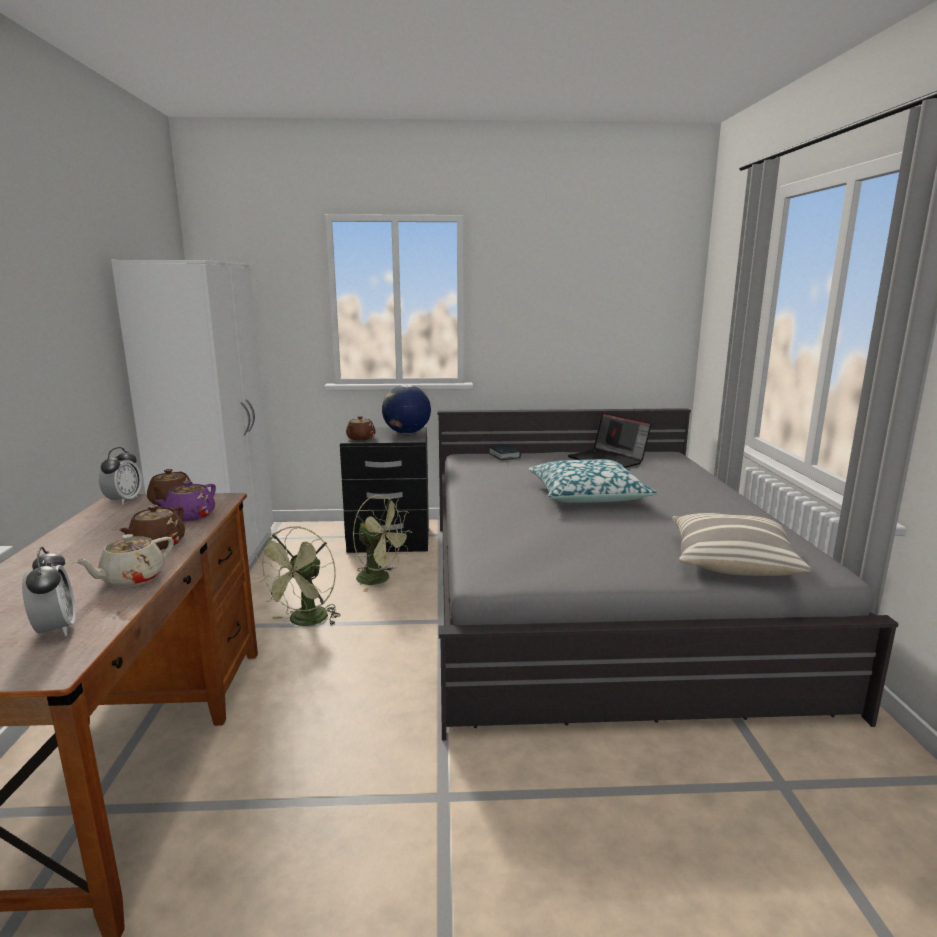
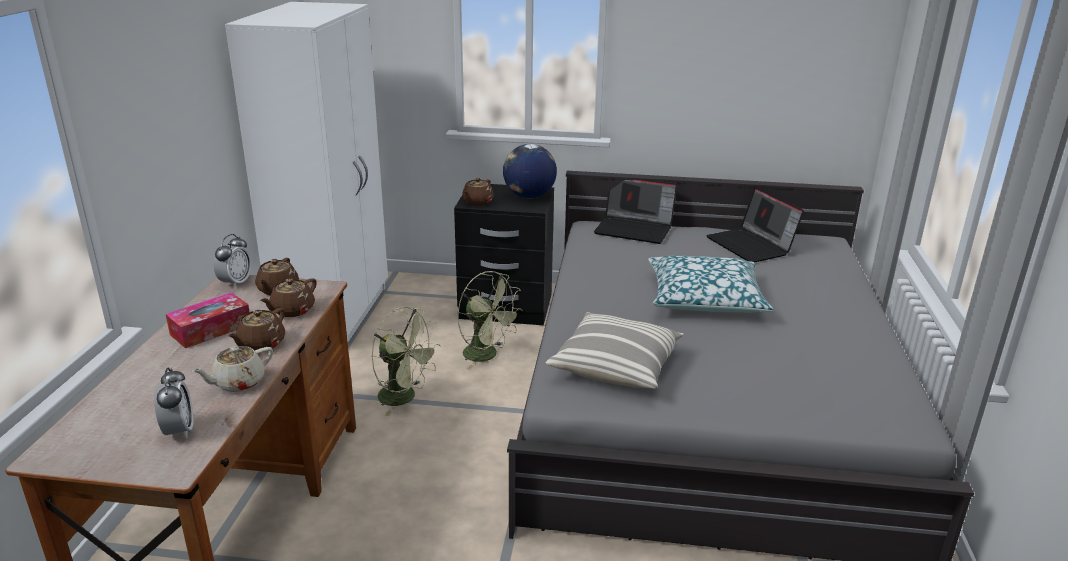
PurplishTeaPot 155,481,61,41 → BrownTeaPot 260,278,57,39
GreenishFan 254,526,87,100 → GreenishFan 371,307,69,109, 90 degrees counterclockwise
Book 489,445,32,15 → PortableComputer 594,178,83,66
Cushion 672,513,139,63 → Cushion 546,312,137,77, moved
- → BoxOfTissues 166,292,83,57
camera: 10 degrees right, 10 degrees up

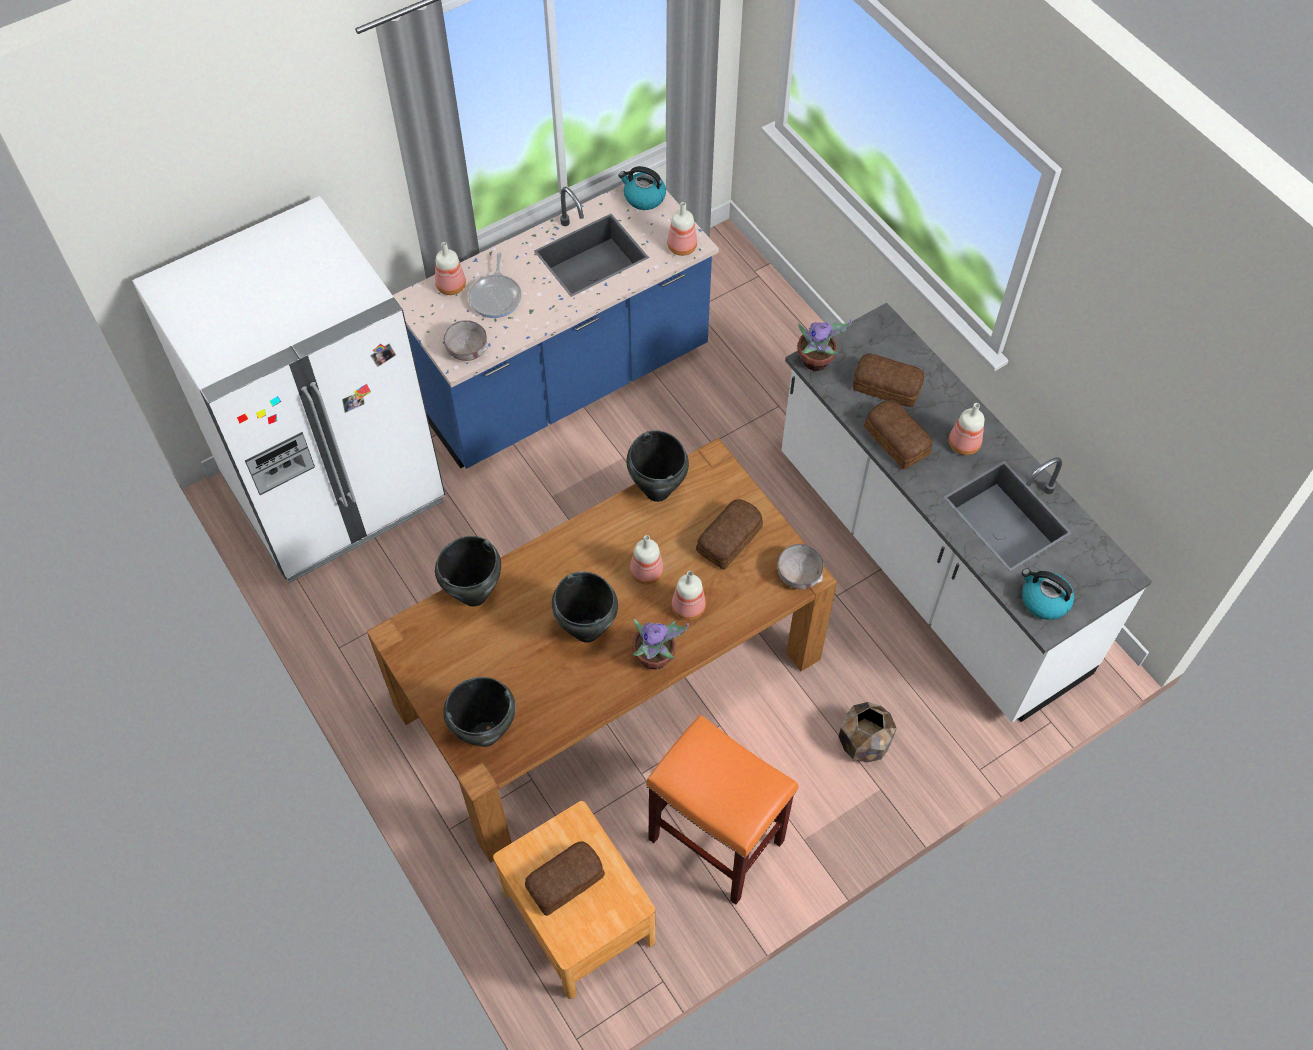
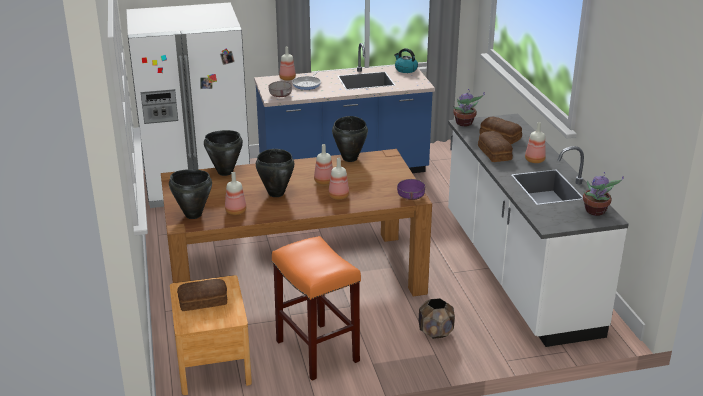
PlantInAPot 632,619,57,50 → PlantInAPot 583,172,41,44, moved
DrinkBottle 667,202,30,54 → DrinkBottle 225,172,21,43, moved
BakedBread 696,499,67,71 → -
GreyServingBowl 777,544,47,46 → PurplishServingBowl 397,179,29,21
WaterKettle 1022,568,52,52 → -
camera: 20 degrees right, 30 degrees down

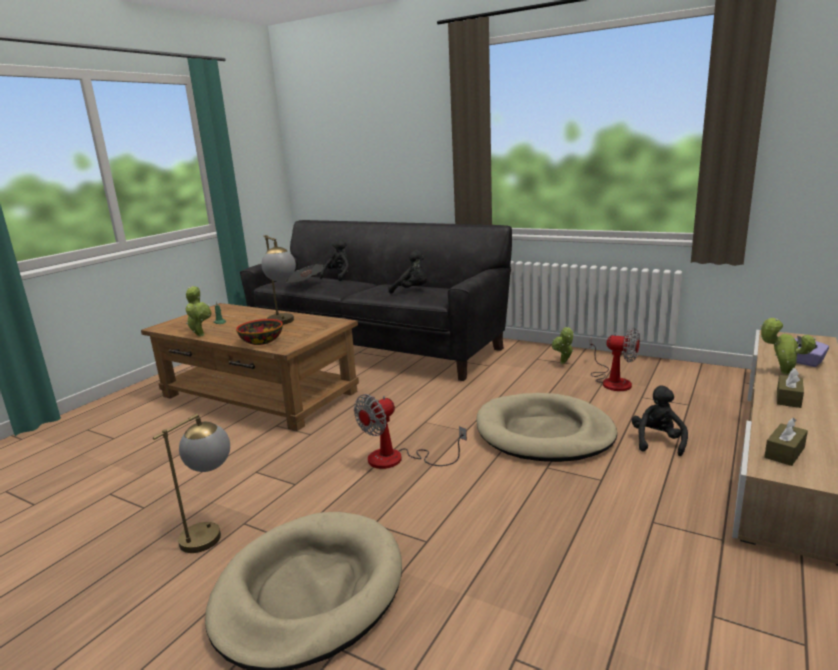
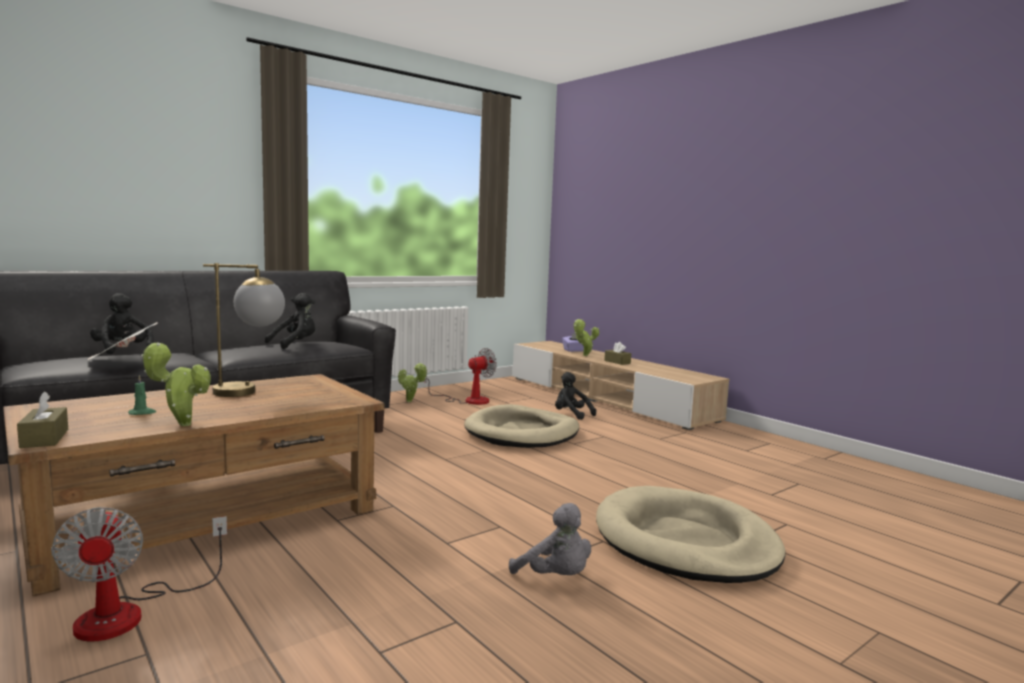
TabletopLamp 153,414,77,139 → GreyPlushToy 509,503,82,72
ServingBowl 236,319,47,26 → -
Fan 354,394,113,75 → Fan 51,507,176,135, moved
BrownBoxOfTissues 764,418,44,48 → BrownBoxOfTissues 17,392,51,56, moved
camera: 70 degrees left, 10 degrees down

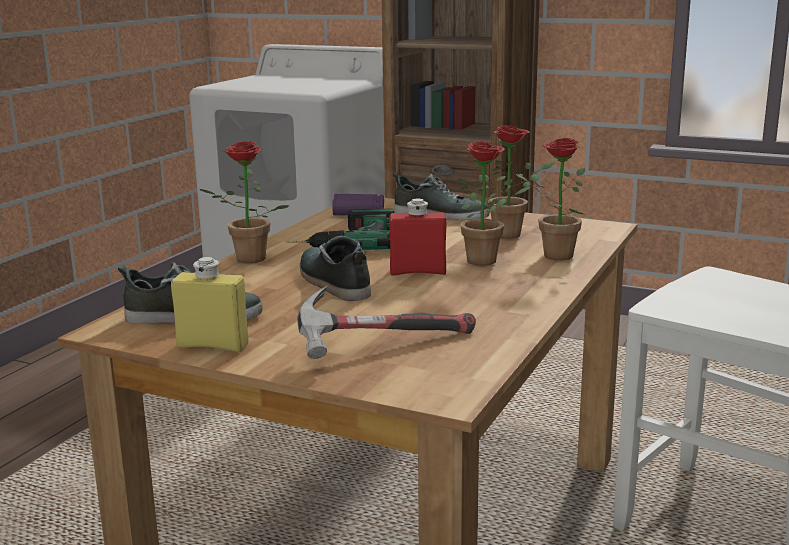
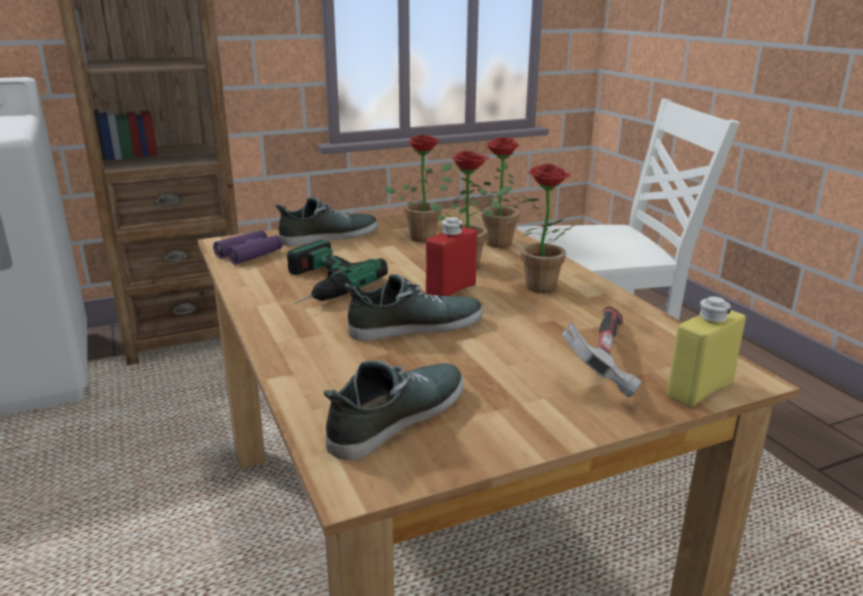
YellowColouredDrinkBottle 171,257,78,95 → YellowColouredDrinkBottle 667,297,79,110, moved
PlantInAPot 200,141,89,122 → PlantInAPot 521,164,59,129, moved
Shoe 300,236,71,65 → Shoe 345,274,138,67, 150 degrees clockwise
camera: 50 degrees left, 5 degrees up

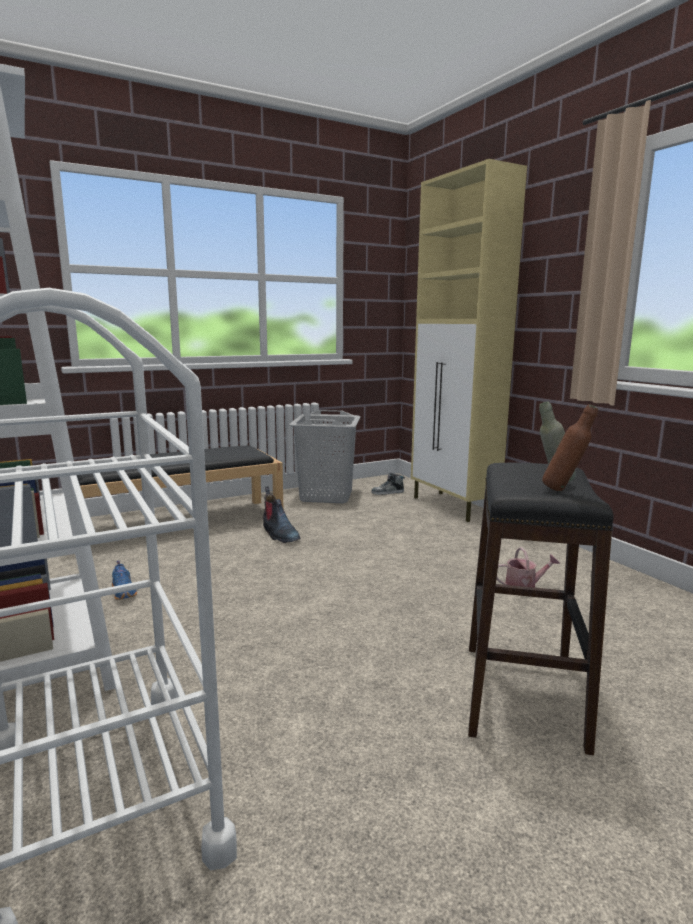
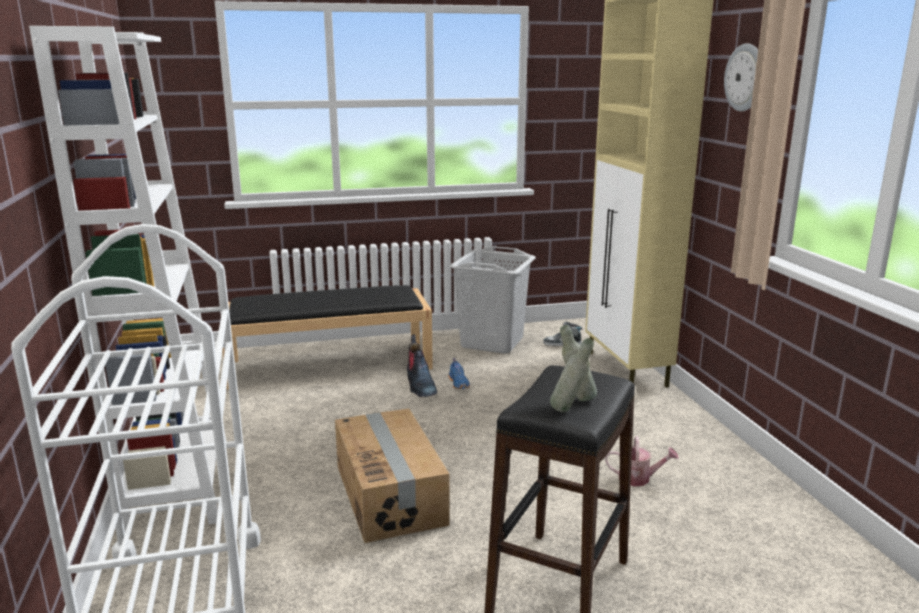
BluishShoe 112,560,25,40 → BluishShoe 448,358,22,31, moved
BrownDrinkBottle 542,404,56,87 → GreyDrinkBottle 550,338,44,74
- → CardboardBox 335,409,115,134
- → ClockOnTheWall 724,43,34,69
camera: 15 degrees right, 5 degrees up

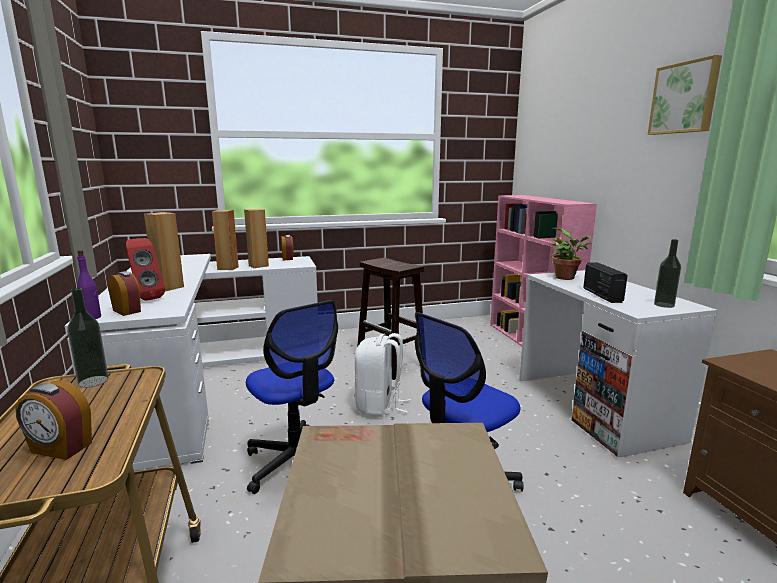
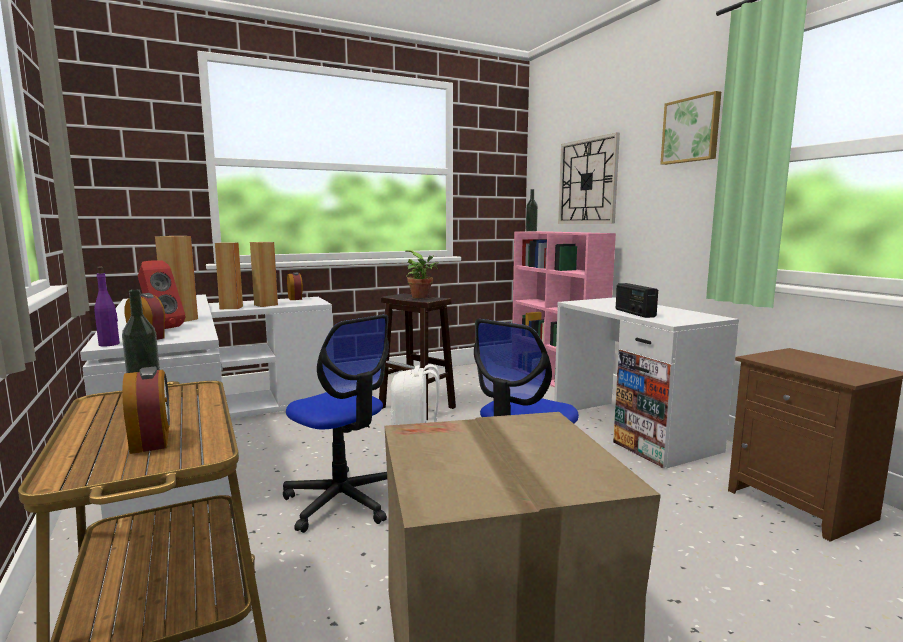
TableClock 16,380,76,80 → TableClock 122,367,48,87, 120 degrees counterclockwise
PlantInAPot 551,228,41,52 → PlantInAPot 405,250,34,48, moved
DrinkBottle 654,239,27,69 → DrinkBottle 526,189,12,42, moved
- → ClockOnTheWall 558,133,62,91
camera: 10 degrees left, 5 degrees down

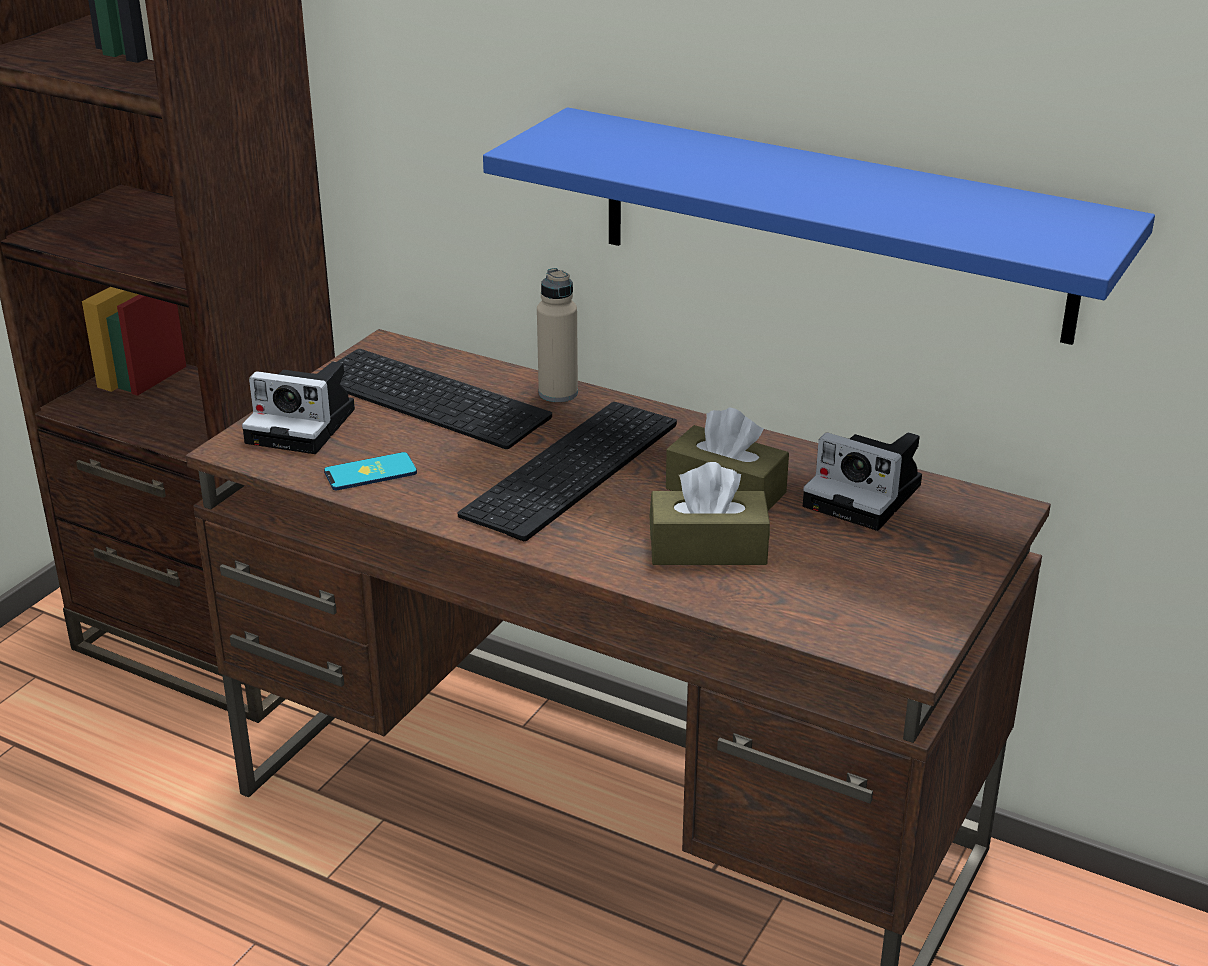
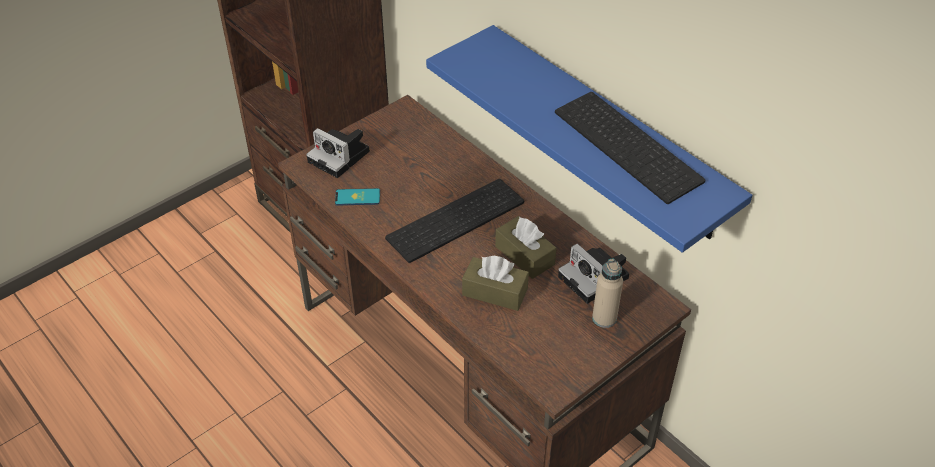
PcKeyboard 337,349,215,100 → PcKeyboard 555,92,150,112, moved
BeigeColouredDrinkBottle 537,268,41,134 → BeigeColouredDrinkBottle 592,259,31,69, moved
camera: 20 degrees right, 15 degrees up

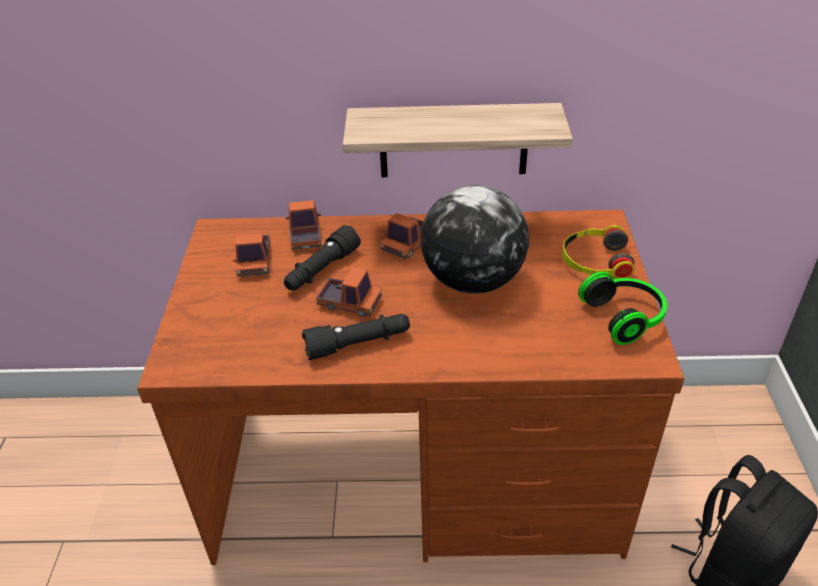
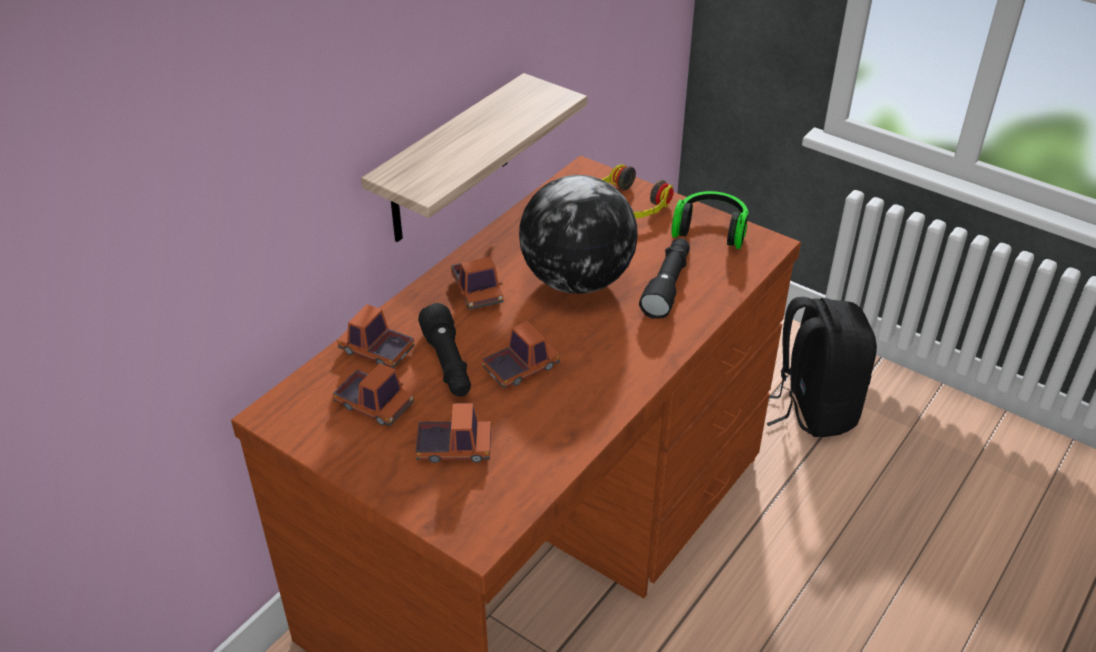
BlackFlashlight 302,314,108,46 → BlackFlashlight 639,238,51,81, moved
- → ModelTruck 416,403,75,60
camera: 55 degrees left, 0 degrees up

